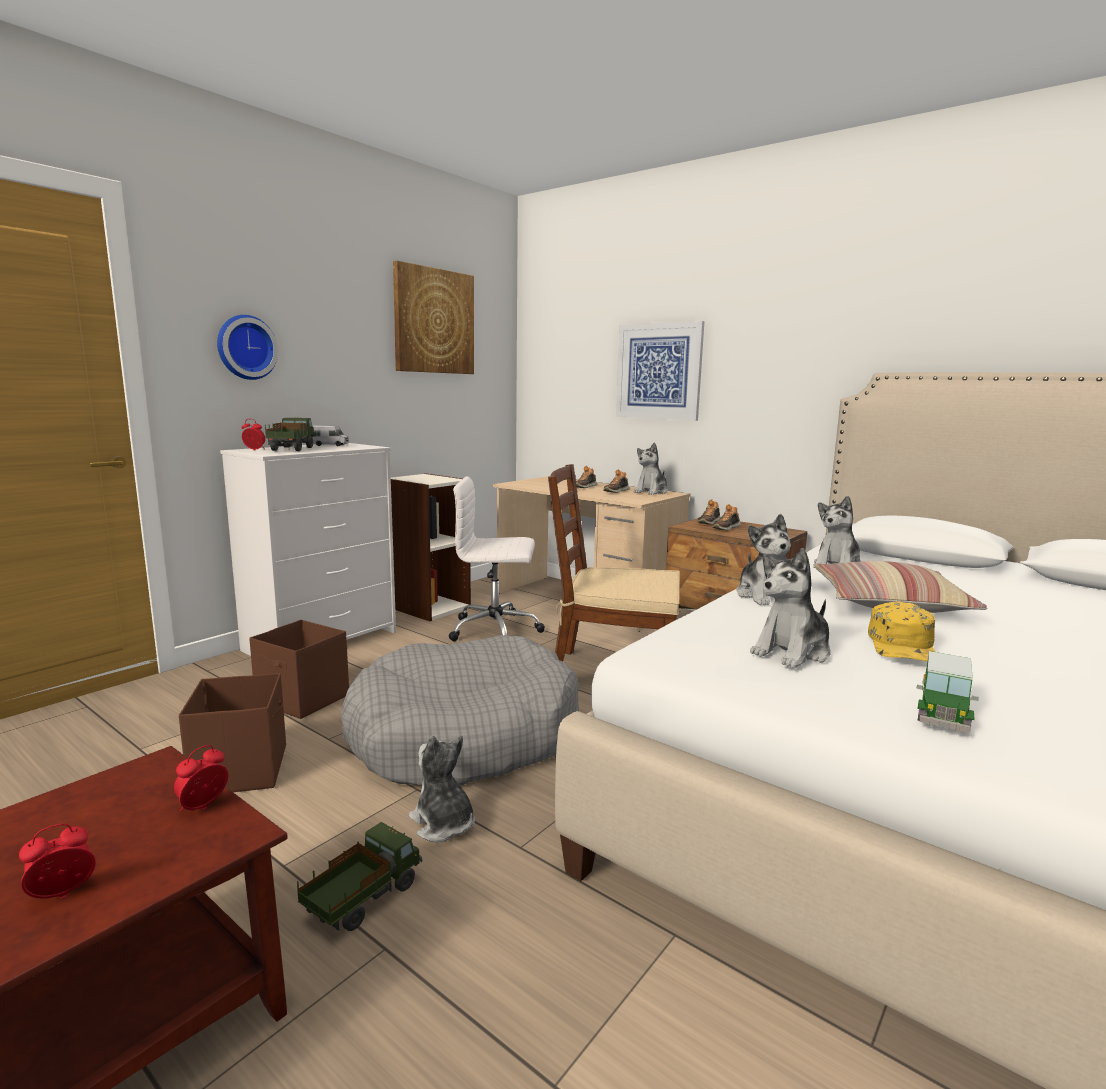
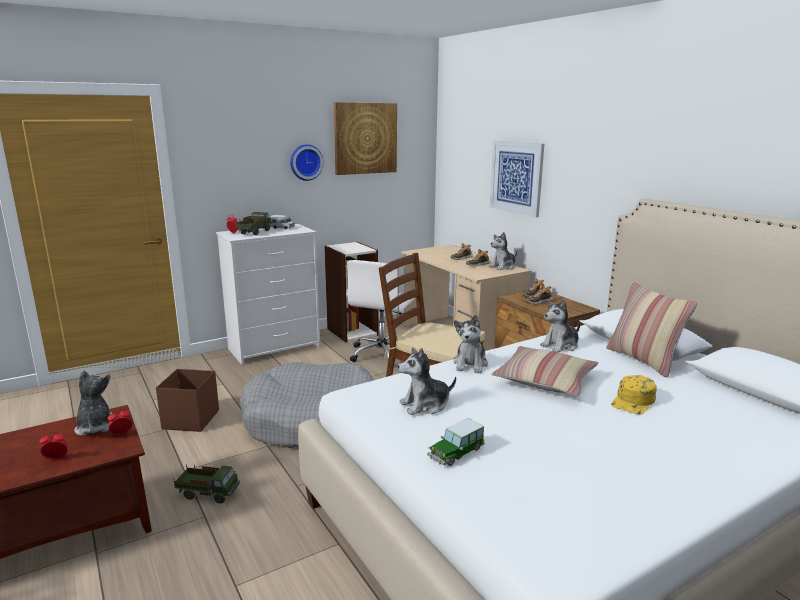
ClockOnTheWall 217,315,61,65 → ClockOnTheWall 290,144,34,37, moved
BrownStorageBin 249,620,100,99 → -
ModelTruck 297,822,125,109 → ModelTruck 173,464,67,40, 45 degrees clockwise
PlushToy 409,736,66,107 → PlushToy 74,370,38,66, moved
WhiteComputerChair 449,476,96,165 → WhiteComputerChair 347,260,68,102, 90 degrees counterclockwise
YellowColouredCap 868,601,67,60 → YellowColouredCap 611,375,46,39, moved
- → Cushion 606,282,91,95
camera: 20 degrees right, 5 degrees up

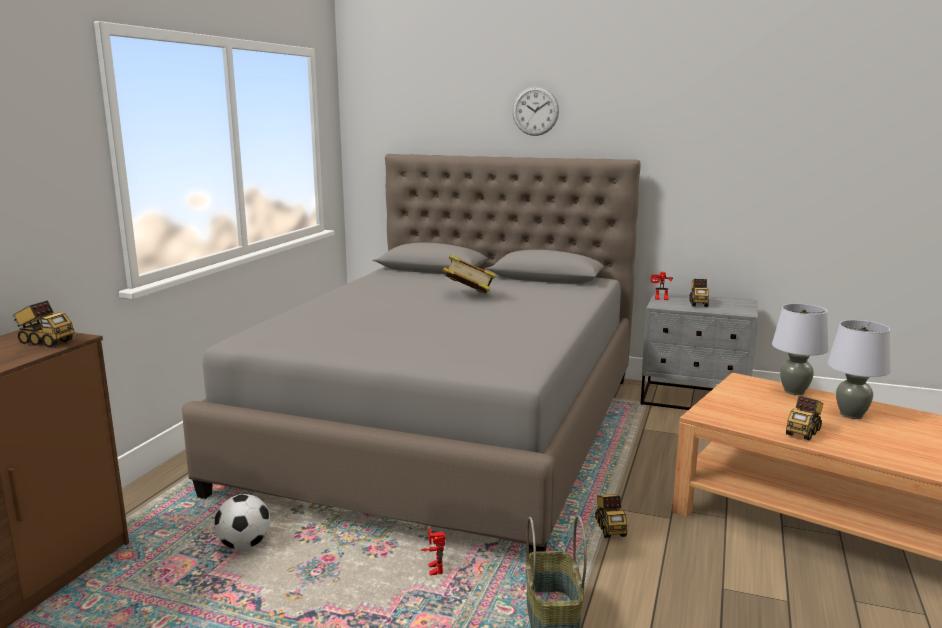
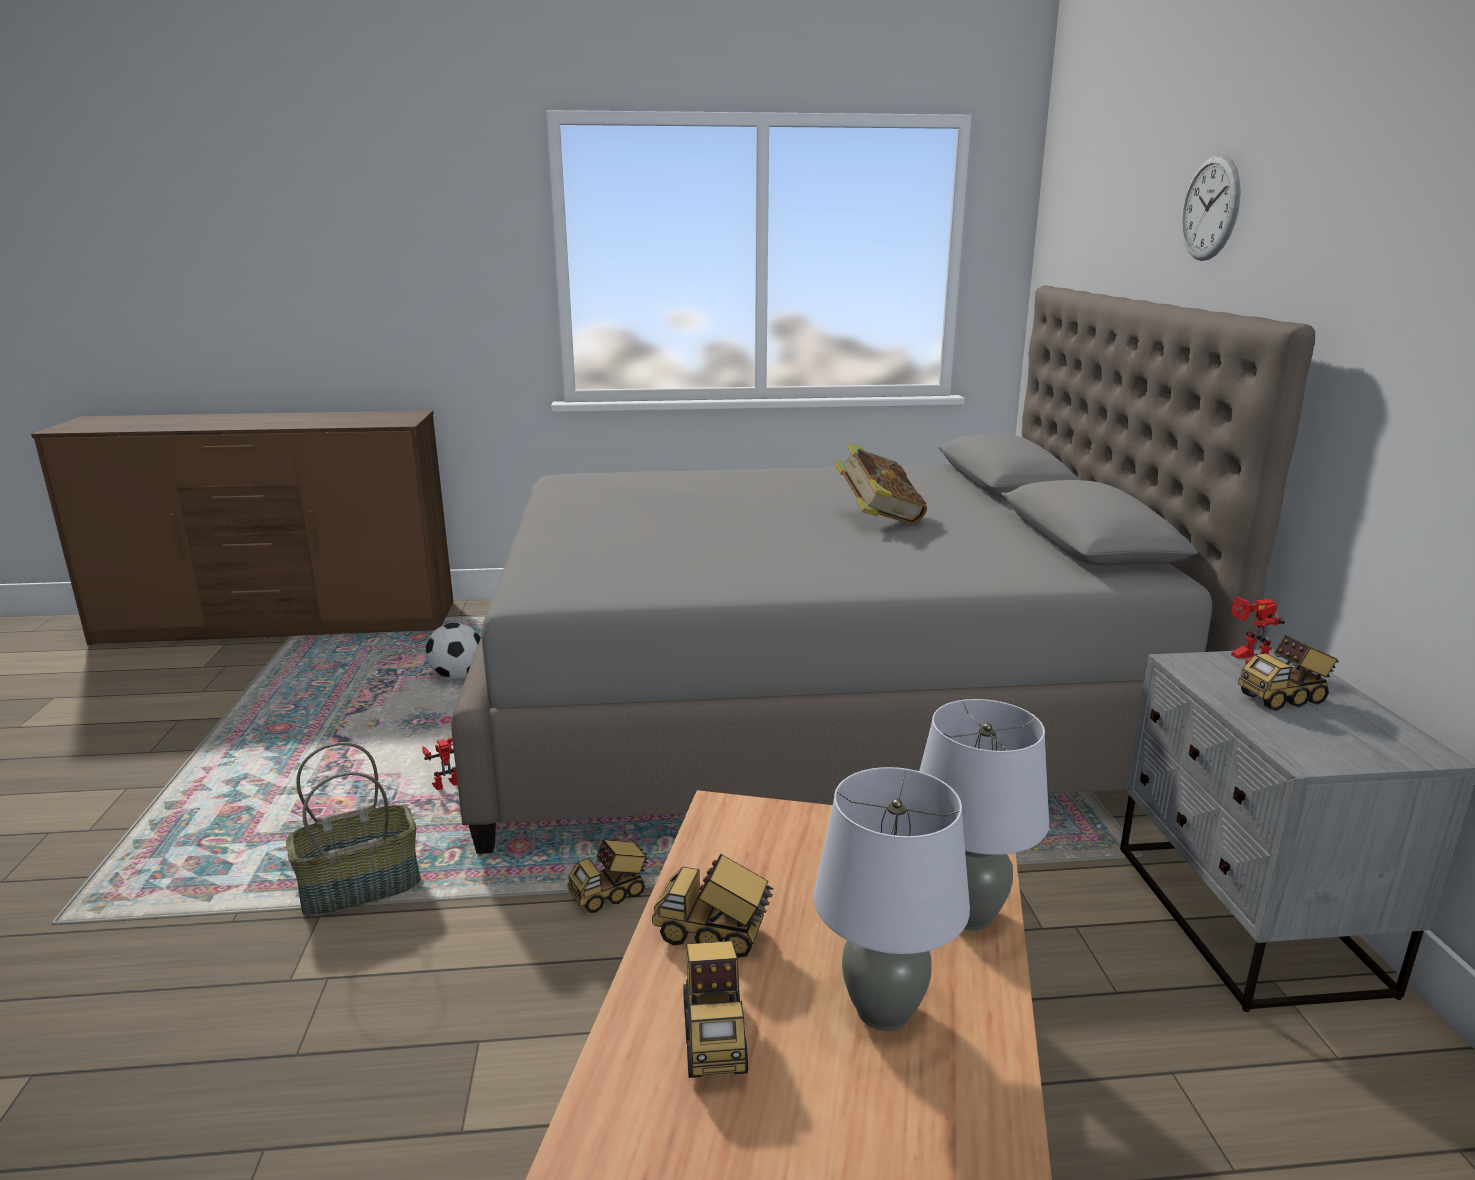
ModelTruck 13,301,61,47 → ModelTruck 683,940,65,138, moved
camera: 65 degrees right, 5 degrees up

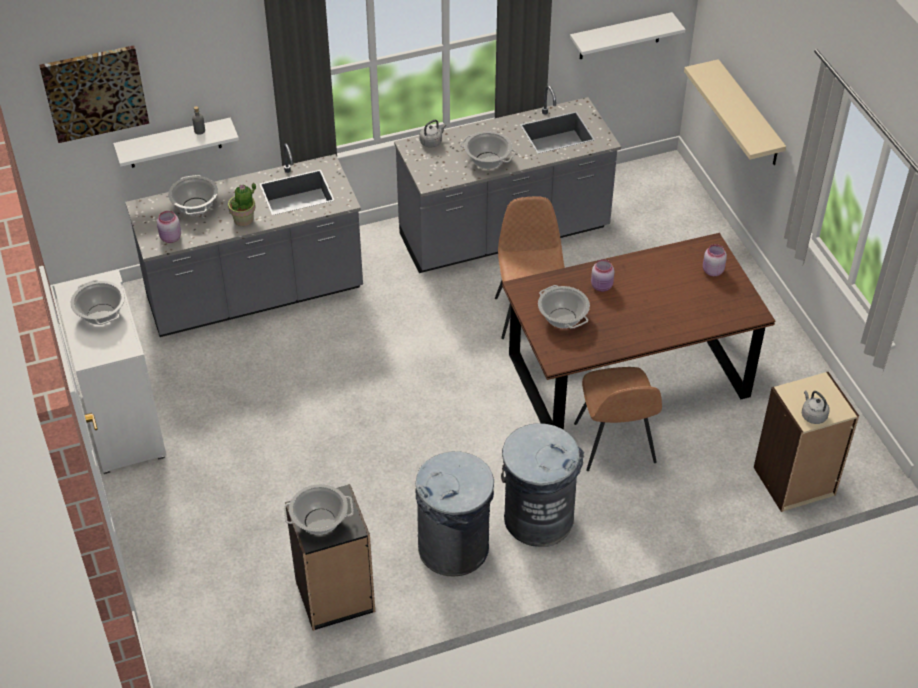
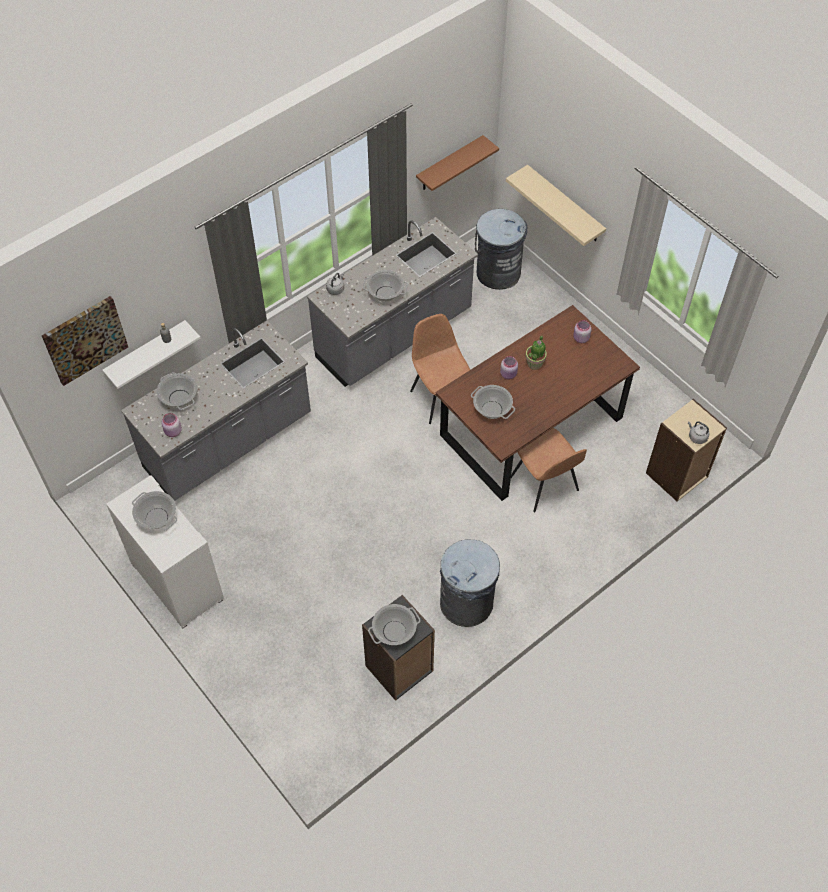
PlantInAPot 228,183,28,43 → PlantInAPot 526,335,21,35, moved
GreyTrashCan 501,423,83,124 → GreyTrashCan 475,209,53,81, moved
WhiteShelf 570,12,116,47 → BrownShelf 416,135,83,56
camera: 20 degrees left, 10 degrees up

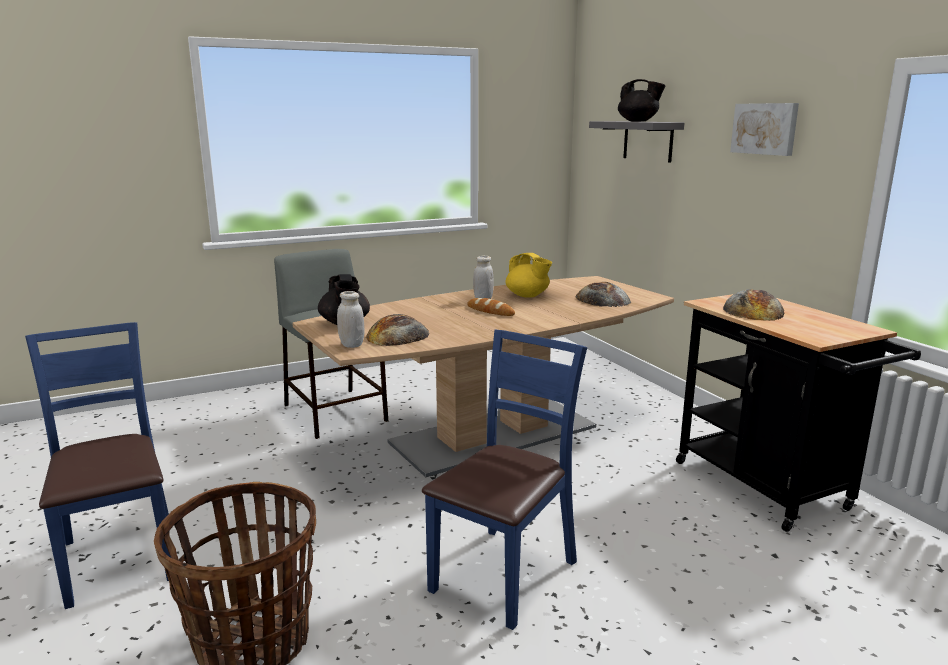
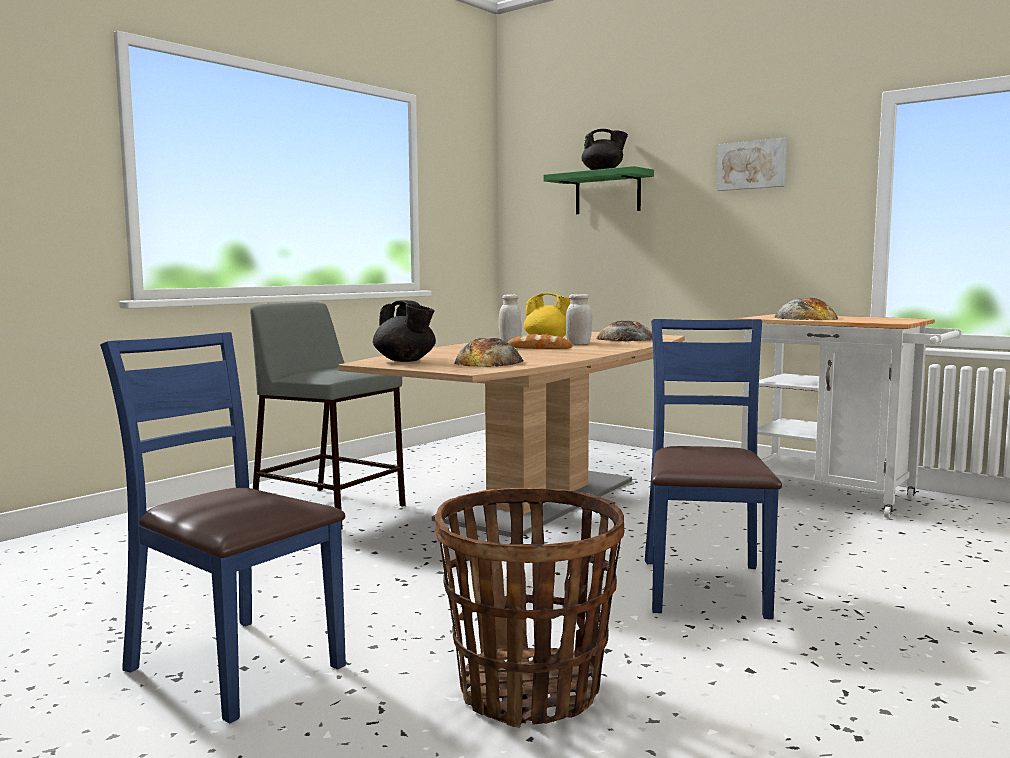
WhiteStorageJar 337,291,28,57 → WhiteStorageJar 566,294,26,51, moved
GreyShelf 589,121,95,42 → GreenishShelf 543,166,111,48
BlackTrolley 676,294,245,238 → WhiteTrolley 736,314,226,204
camera: 25 degrees left, 10 degrees down

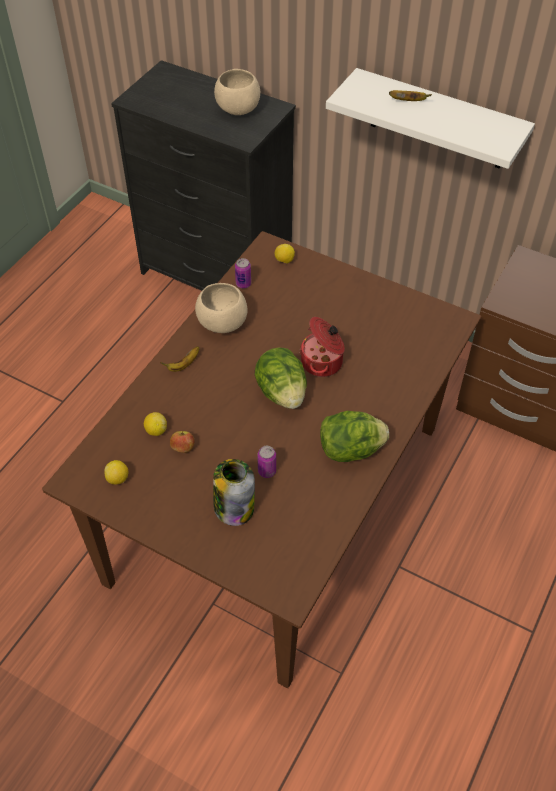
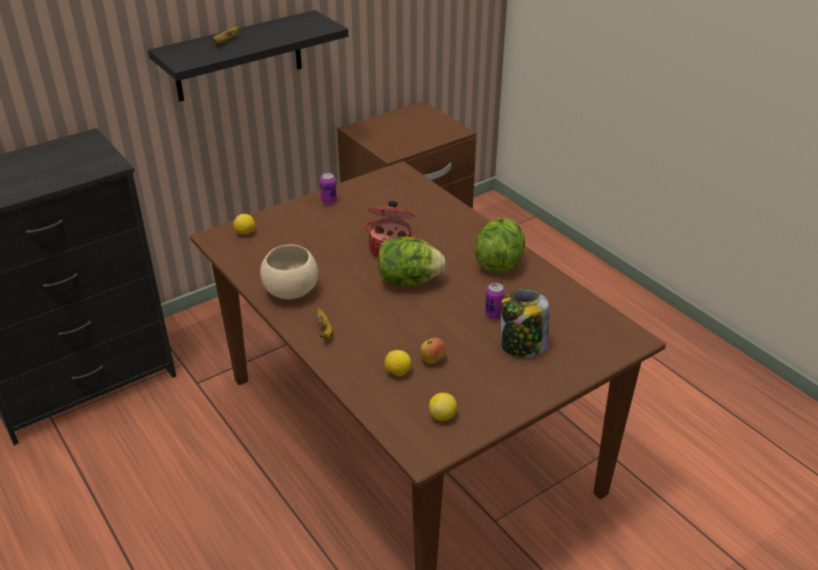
BeigeColouredServingBowl 214,69,46,46 → -
MetalCan 235,258,16,31 → MetalCan 320,173,17,32, moved
WhiteShelf 326,68,209,101 → BlackShelf 148,10,200,92
camera: 65 degrees left, 15 degrees down

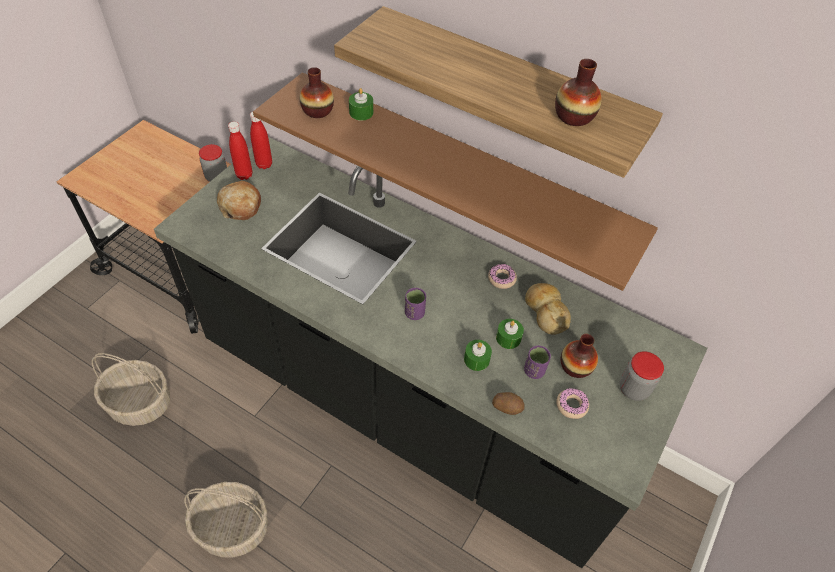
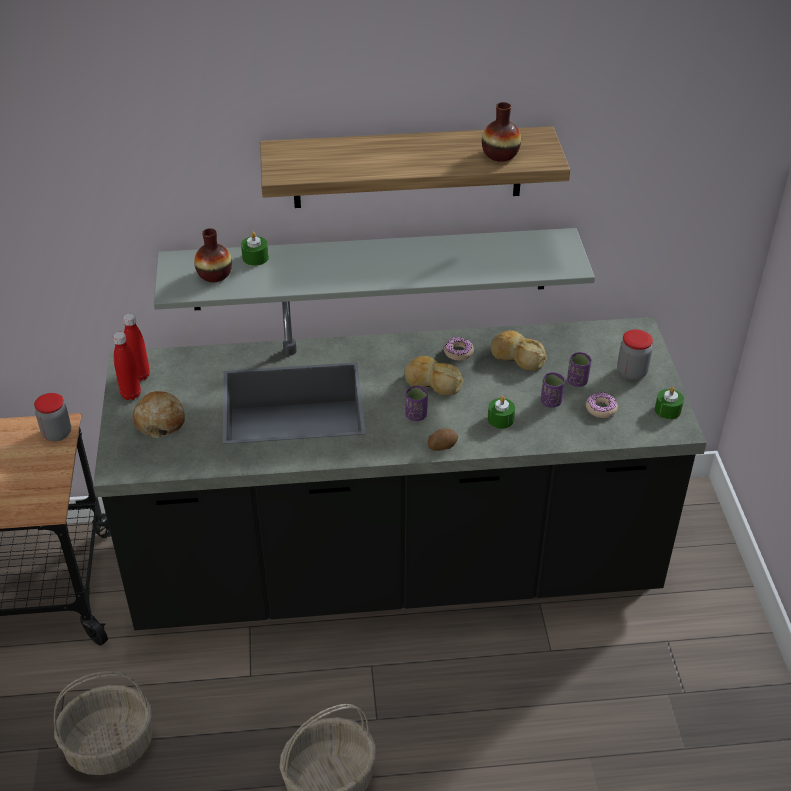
BrownShelf 253,72,405,219 → GreyShelf 154,228,441,82
WholePotato 492,392,33,23 → WholePotato 428,428,30,23, moved
GreenishCandle 496,319,28,30 → GreenishCandle 655,387,29,32, moved
Vase 561,334,37,44 → PurplishCup 567,352,24,35
- → BakedBread 404,356,59,40
camera: 35 degrees left, 10 degrees down

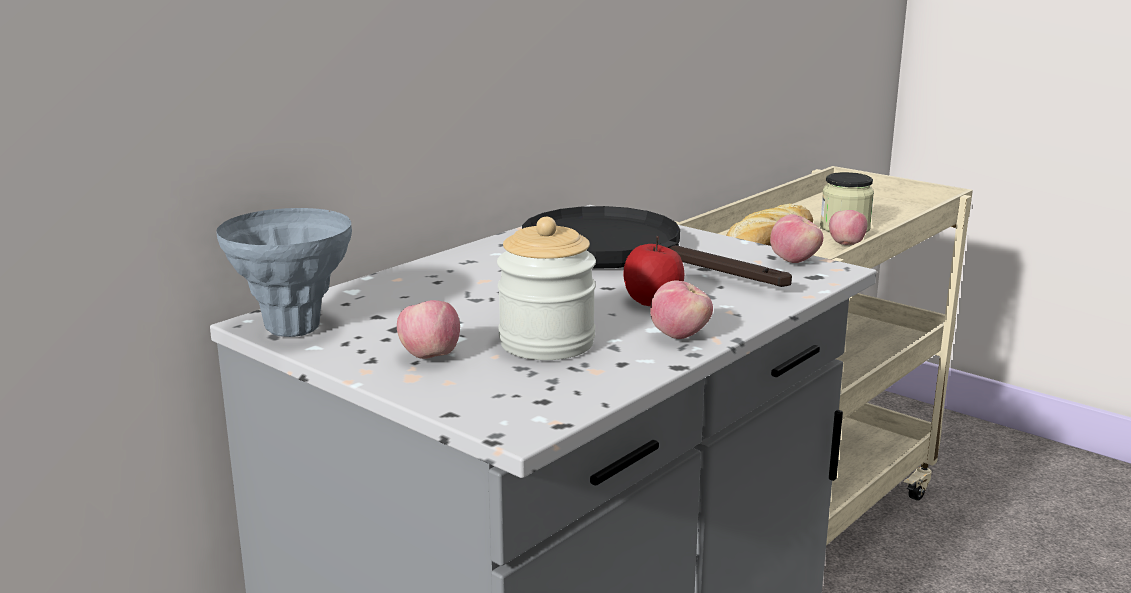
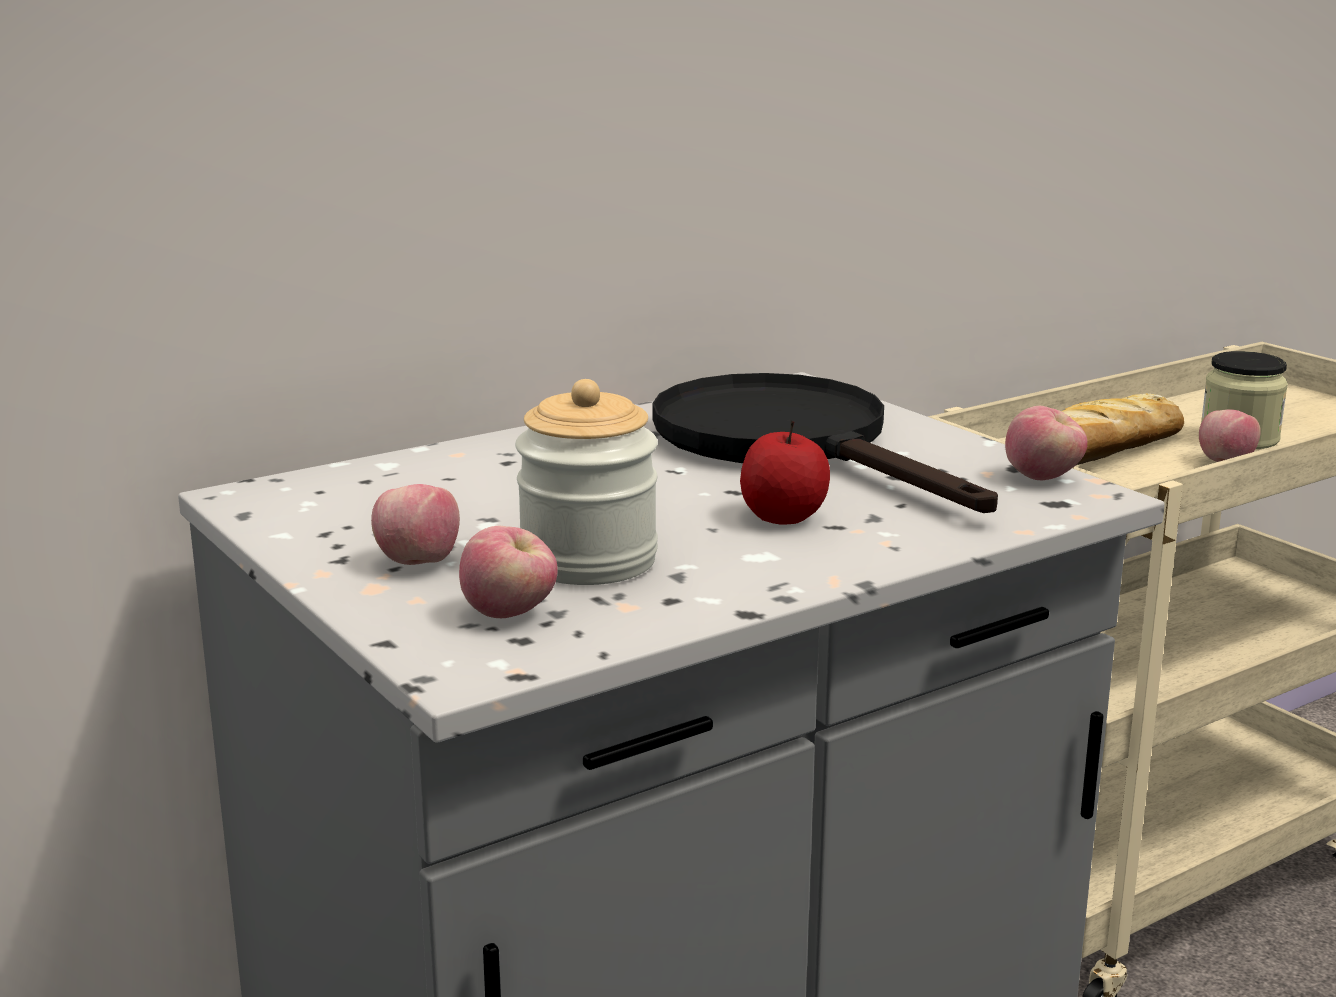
GreyVase 216,208,136,129 → -
AppleFruit 650,280,63,59 → AppleFruit 459,526,99,92, moved
camera: 15 degrees right, 0 degrees up

